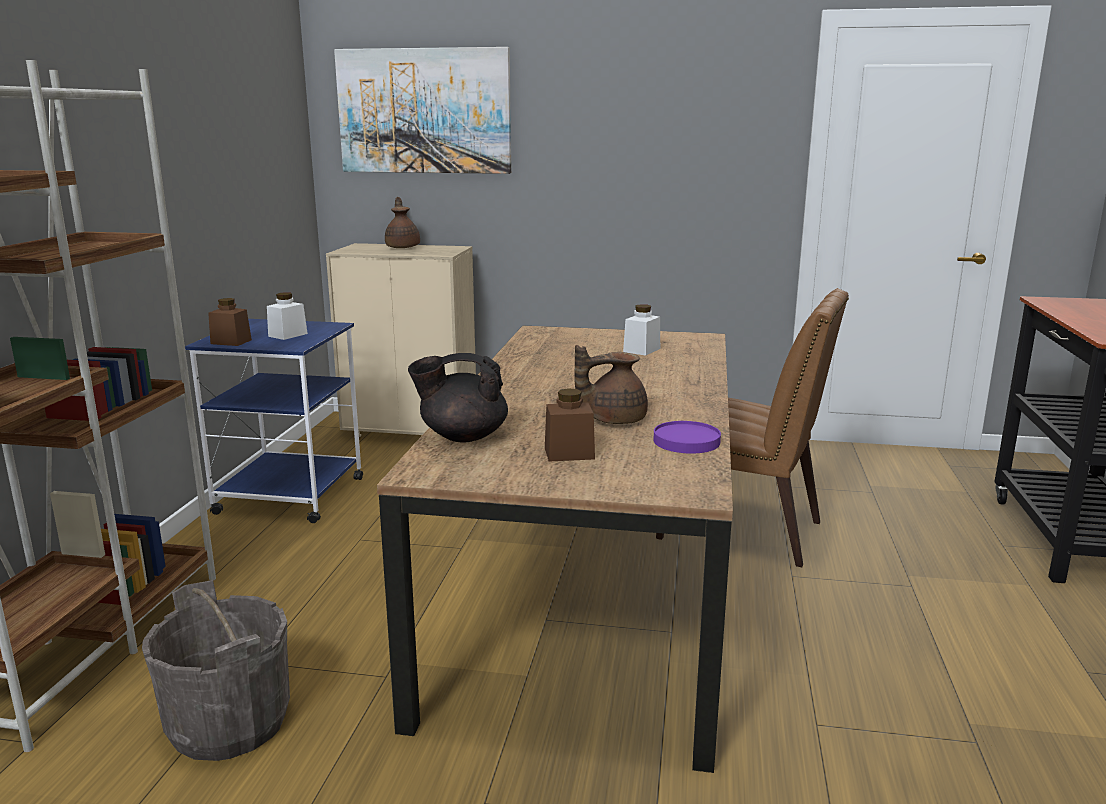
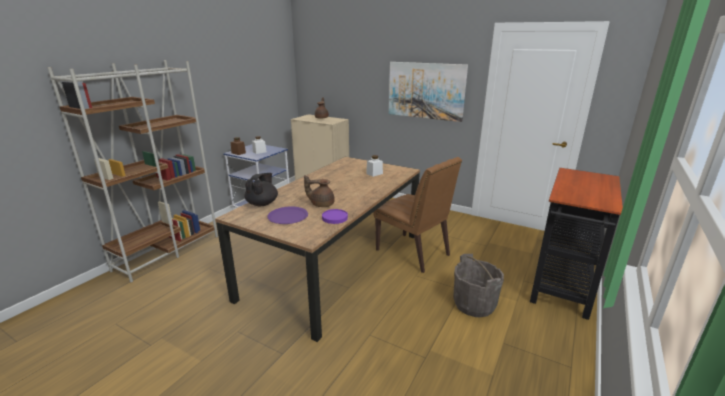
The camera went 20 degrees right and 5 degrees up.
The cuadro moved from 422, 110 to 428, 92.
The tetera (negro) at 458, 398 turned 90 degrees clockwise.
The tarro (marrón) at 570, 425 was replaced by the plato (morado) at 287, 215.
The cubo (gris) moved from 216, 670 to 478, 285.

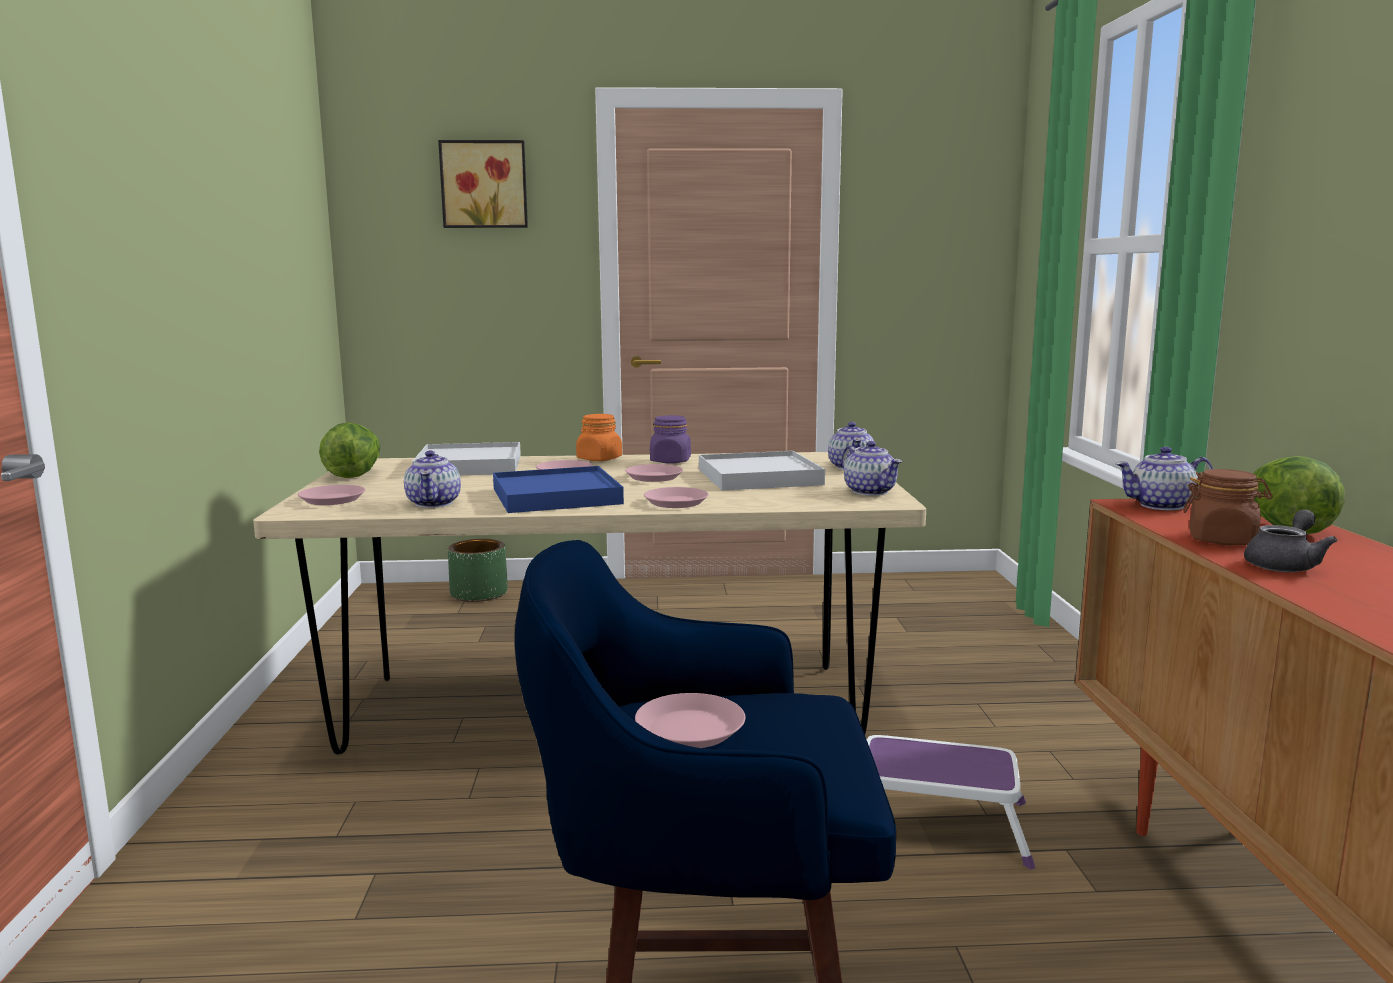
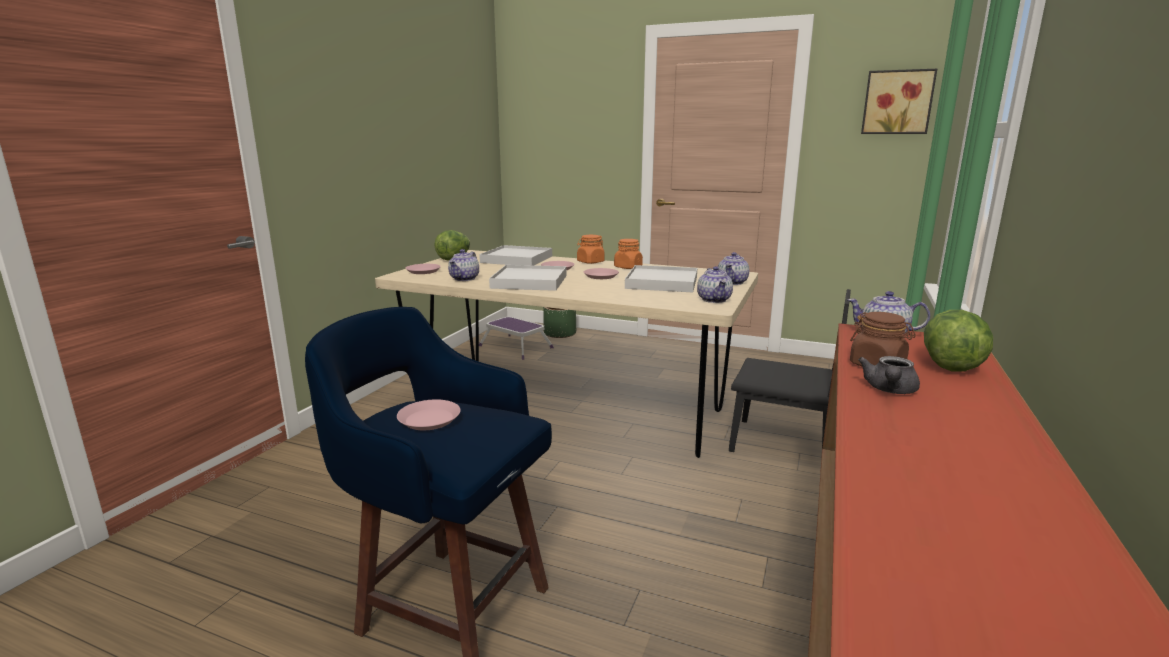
The camera went 25 degrees right and 5 degrees up.
The cuadro moved from 483, 184 to 899, 101.
The tarro (morado) at 670, 439 became the tarro (naranja) at 628, 254.
The bandeja (azul) at 558, 489 became the bandeja (blanco) at 528, 278.
The plato (rosa) at 676, 497 disappeared.
The tetera (gris) at 1290, 540 turned 135 degrees clockwise.
The escalera de tijera (morado) moved from 951, 802 to 516, 338.
The silla (negro) at 790, 370 appeared.

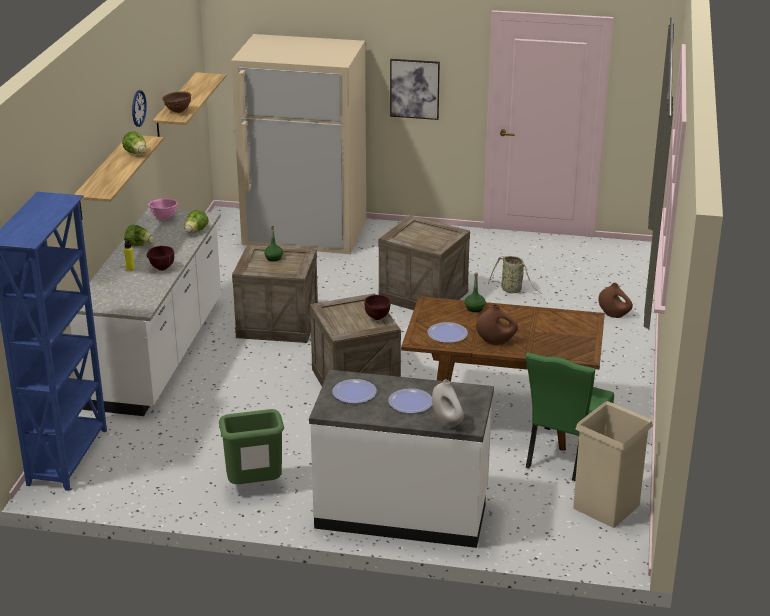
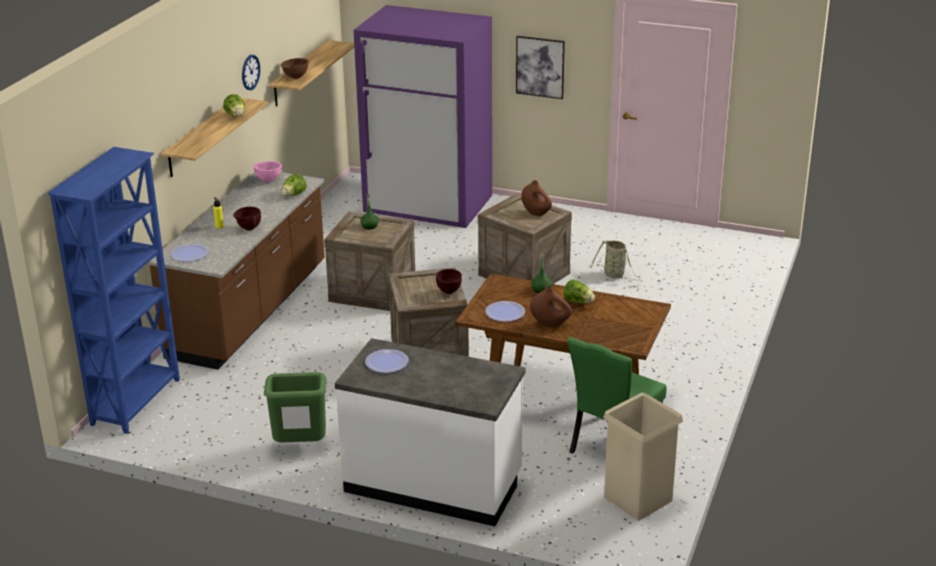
The camera went 10 degrees right and 0 degrees up.
The nevera (beis) at 298, 144 became the nevera (morado) at 423, 116.
The mueble bajo de cocina (blanco) at 145, 312 became the mueble bajo de cocina (marrón) at 237, 271.
The lechuga moved from 139, 235 to 579, 292.
The florero (marrón) moved from 615, 300 to 536, 198.
The florero (blanco) at 448, 403 disappeared.
The plato moved from 410, 400 to 189, 253.

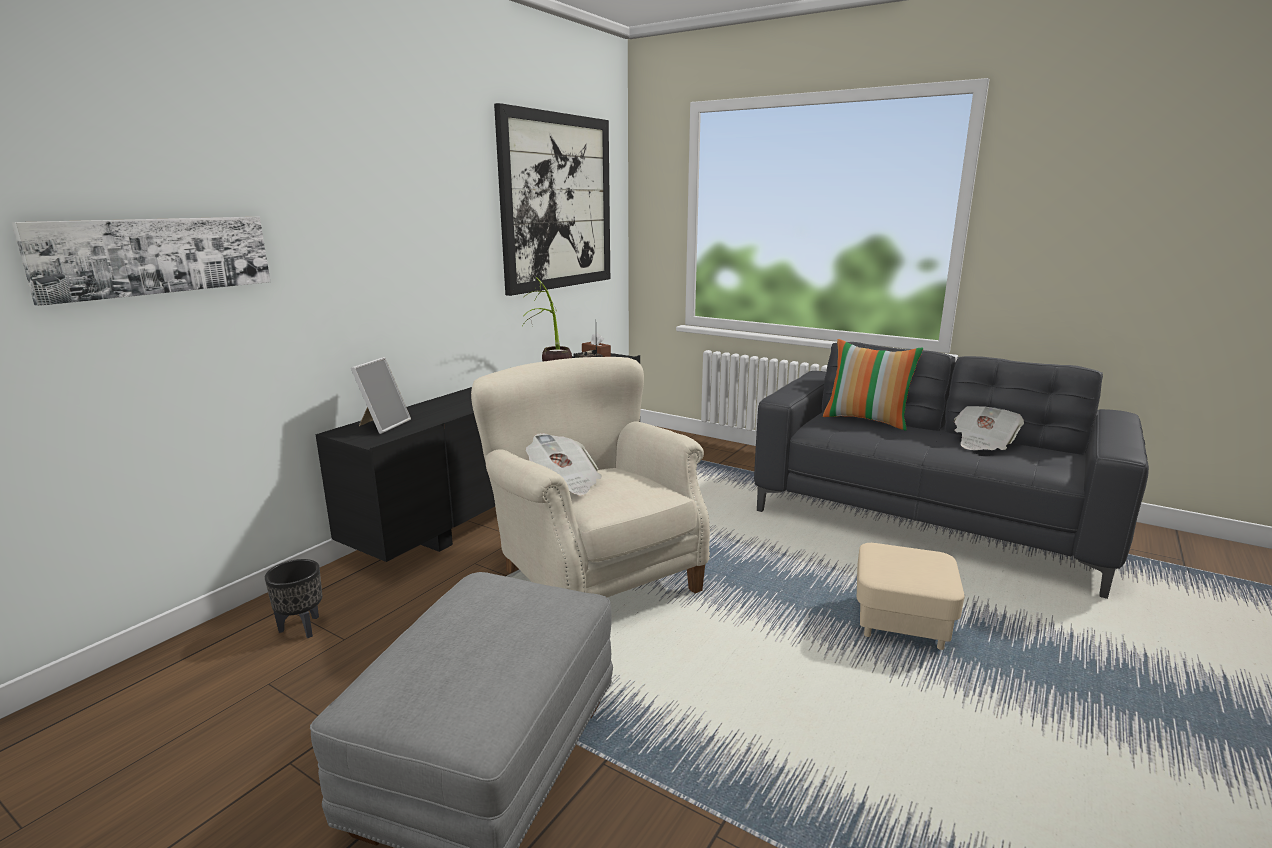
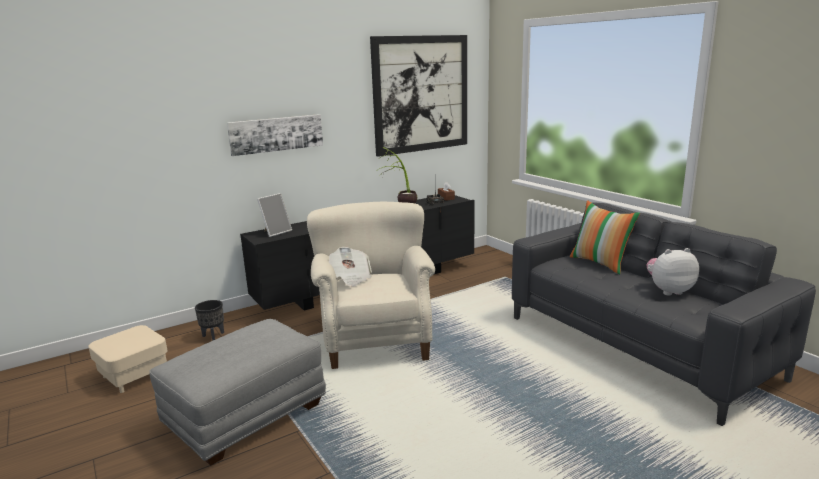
The camera went 25 degrees right and 0 degrees up.
The cuadro moved from 141, 261 to 275, 135.
The periódico at 989, 428 was replaced by the peluche at 673, 271.
The puf (beis) moved from 911, 596 to 127, 359.

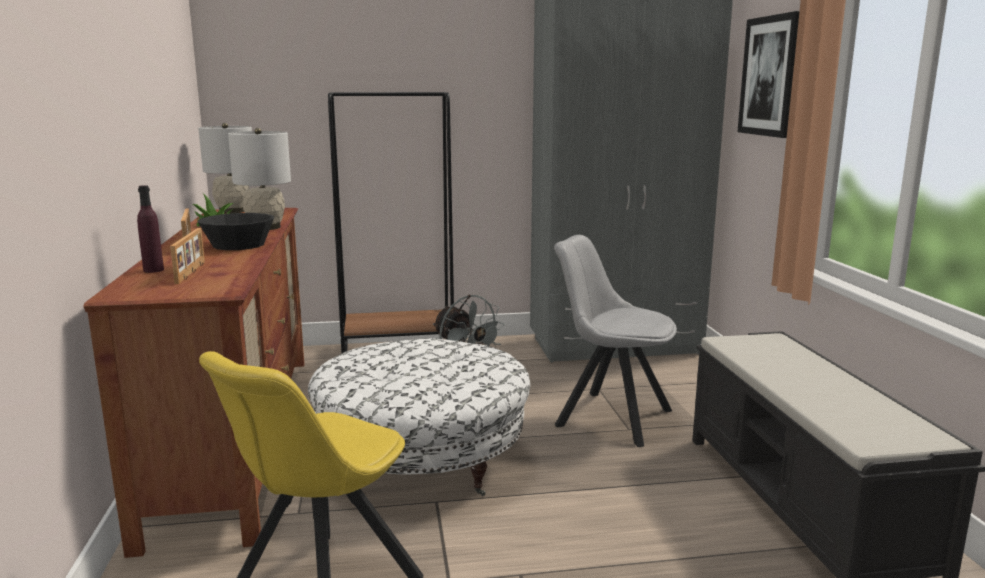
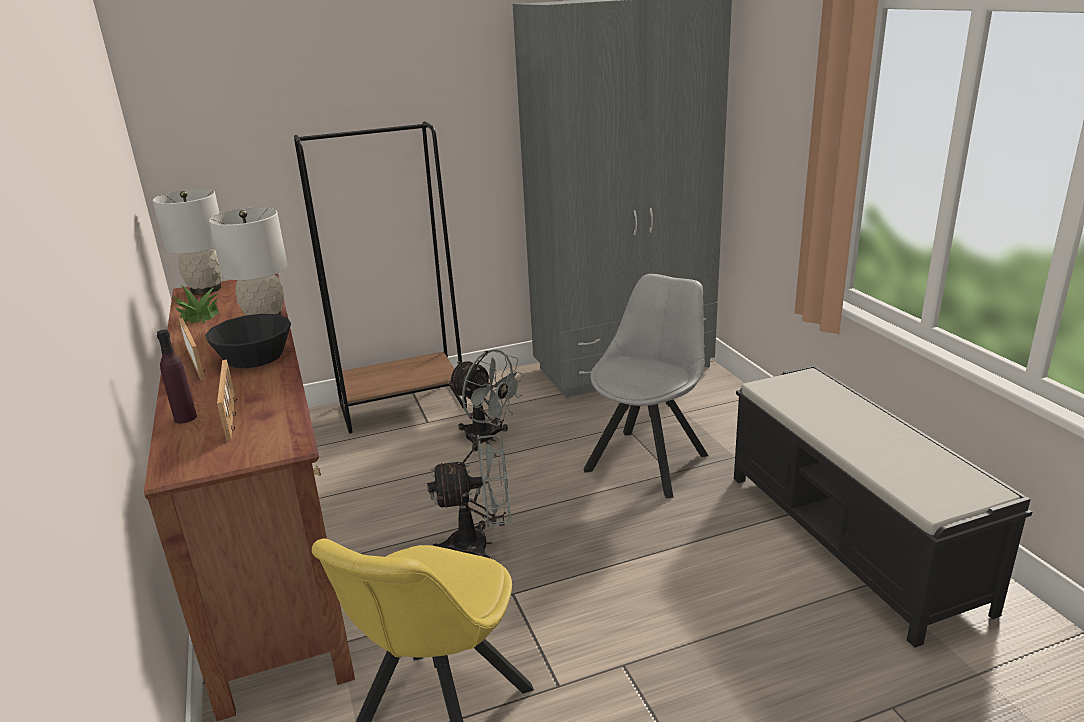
The camera went 10 degrees left and 10 degrees up.
The cuadro at 768, 74 disappeared.
The silla (gris) at 615, 341 turned 105 degrees clockwise.
The puf (blanco) at 419, 417 was replaced by the ventilador (gris) at 469, 496.

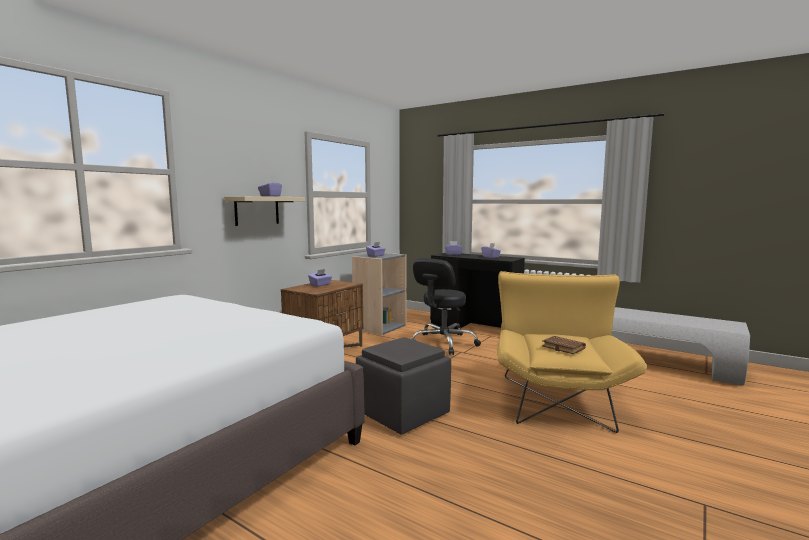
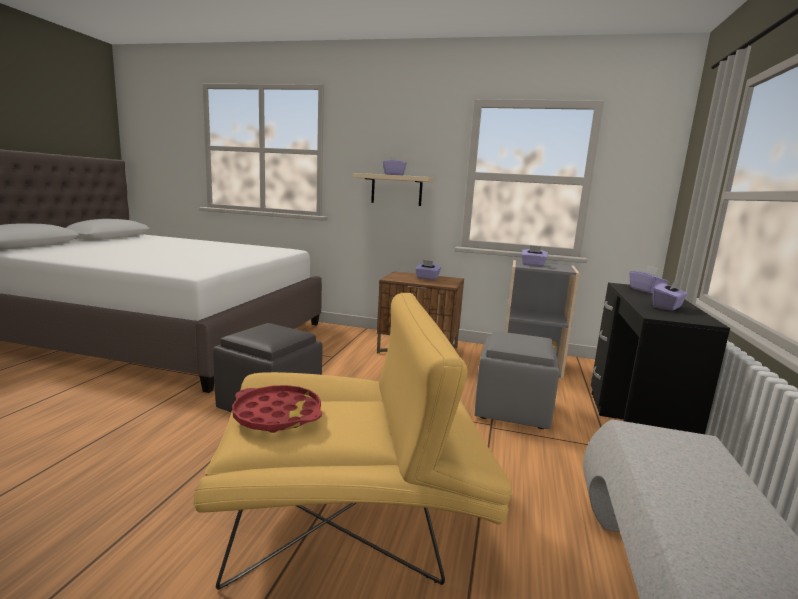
The camera went 70 degrees right and 5 degrees up.
The silla de oficina (negro) at 446, 306 was replaced by the puf (gris) at 517, 380.
The libro (marrón) at 564, 345 was replaced by the bandeja (rojo) at 277, 409.

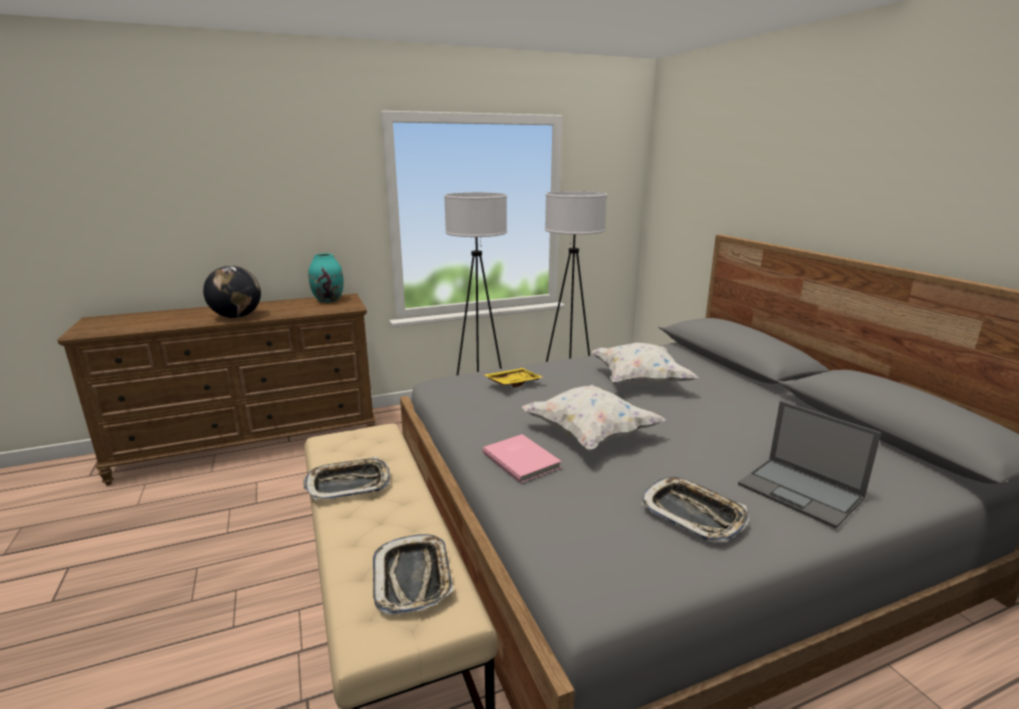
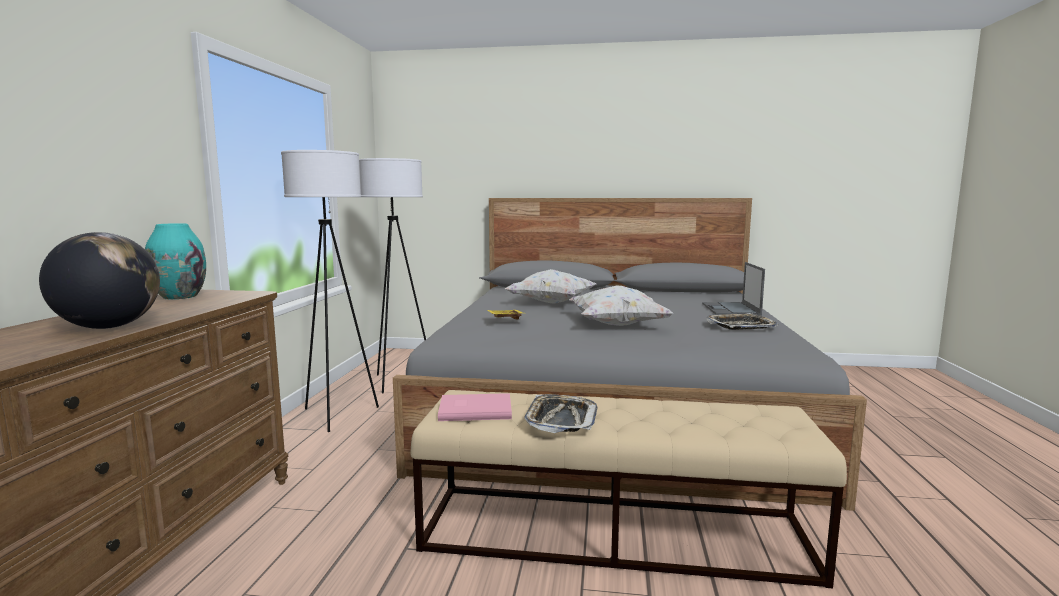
The camera went 60 degrees left and 10 degrees down.
The portátil at 809, 464 turned 105 degrees clockwise.
The libro (rosa) moved from 522, 458 to 475, 407.
The bandeja at 413, 574 disappeared.

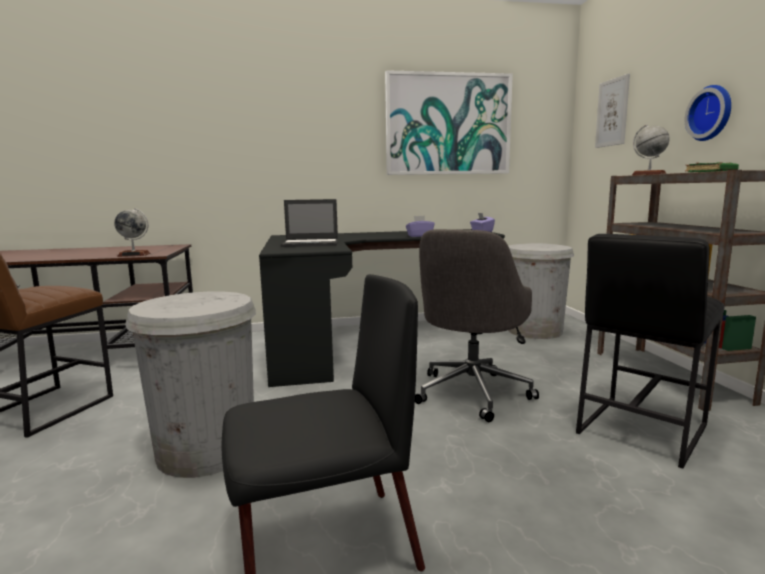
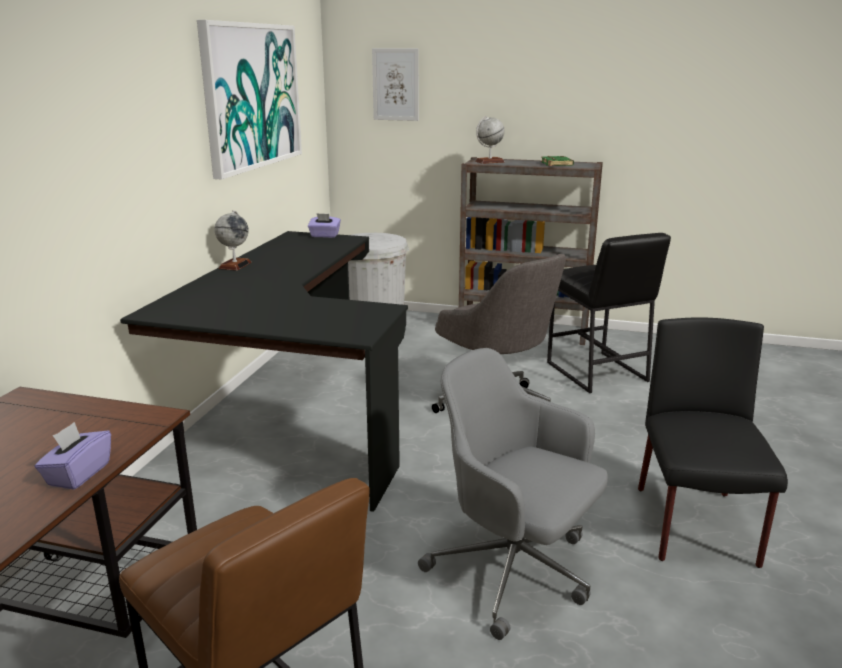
The camera went 65 degrees left and 10 degrees up.
The reloj de pared at 708, 113 disappeared.
The portátil at 309, 223 disappeared.
The globo terráqueo moved from 132, 232 to 233, 240.
The caja de pañuelos (morado) moved from 420, 226 to 73, 456.
The papelera (blanco) at 190, 385 was replaced by the silla de oficina (gris) at 513, 494.

